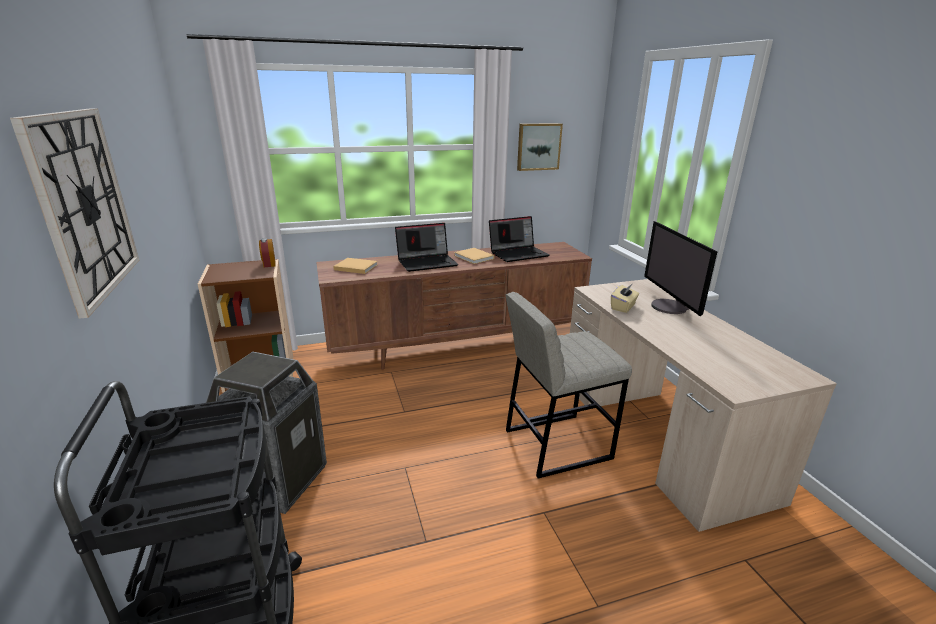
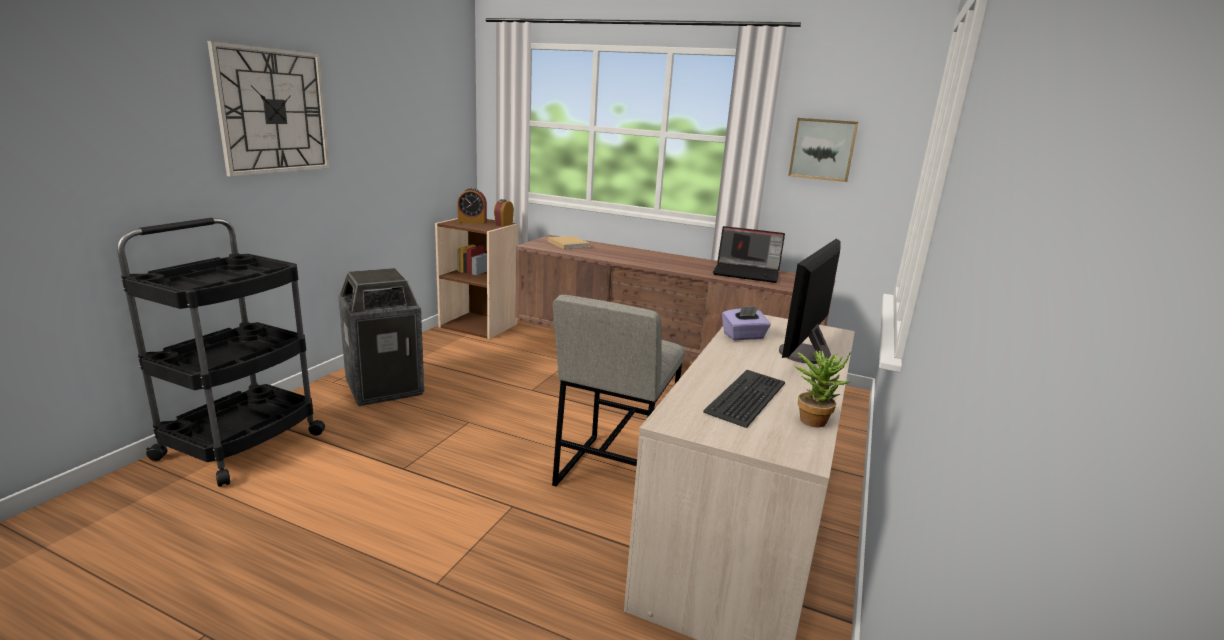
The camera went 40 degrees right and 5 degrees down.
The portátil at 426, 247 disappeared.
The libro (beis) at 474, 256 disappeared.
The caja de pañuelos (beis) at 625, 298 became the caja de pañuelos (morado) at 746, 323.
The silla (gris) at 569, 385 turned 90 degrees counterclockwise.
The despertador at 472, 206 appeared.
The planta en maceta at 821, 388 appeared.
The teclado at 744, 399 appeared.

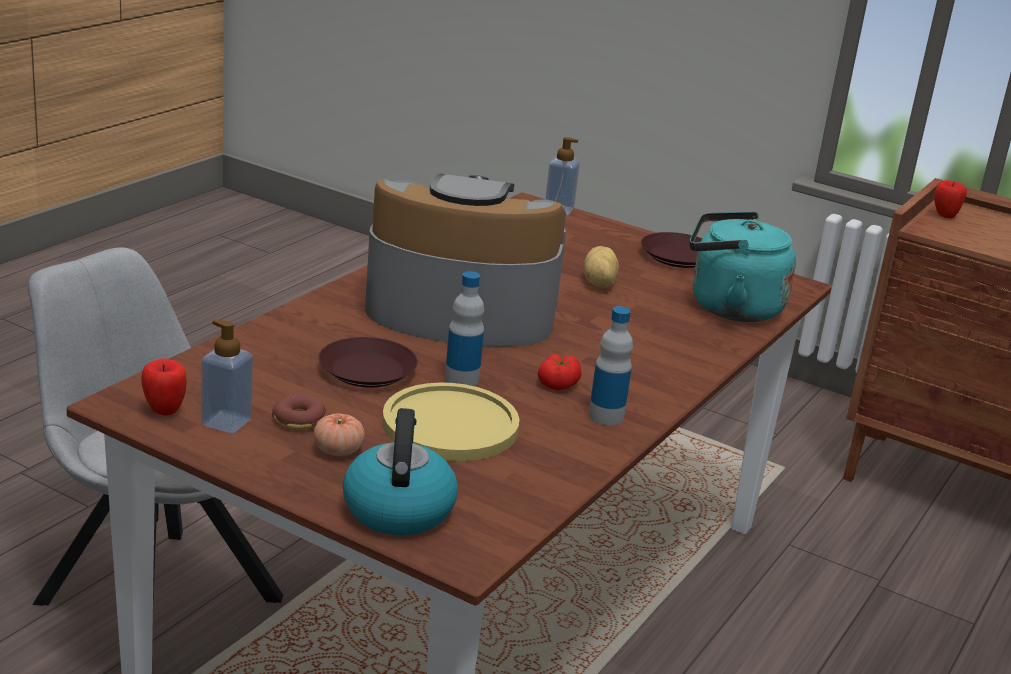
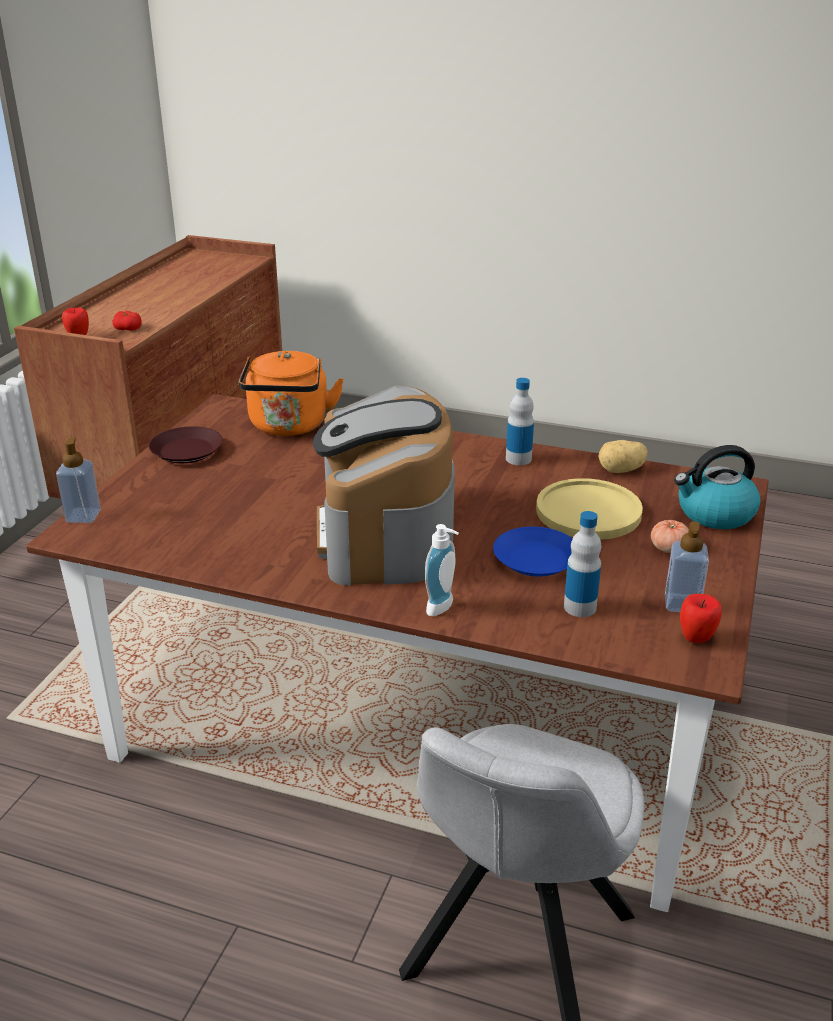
The camera went 100 degrees left and 5 degrees up.
The hervidor (turquesa) at 743, 267 became the hervidor (naranja) at 291, 393.
The patata moved from 601, 267 to 622, 456.
The botella moved from 464, 328 to 582, 564.
The plato (marrón) at 368, 362 became the plato (azul) at 532, 552.
The tomate moved from 560, 372 to 127, 321.
The rosquilla at 299, 412 disappeared.
The dispensador de jabón at 442, 570 appeared.

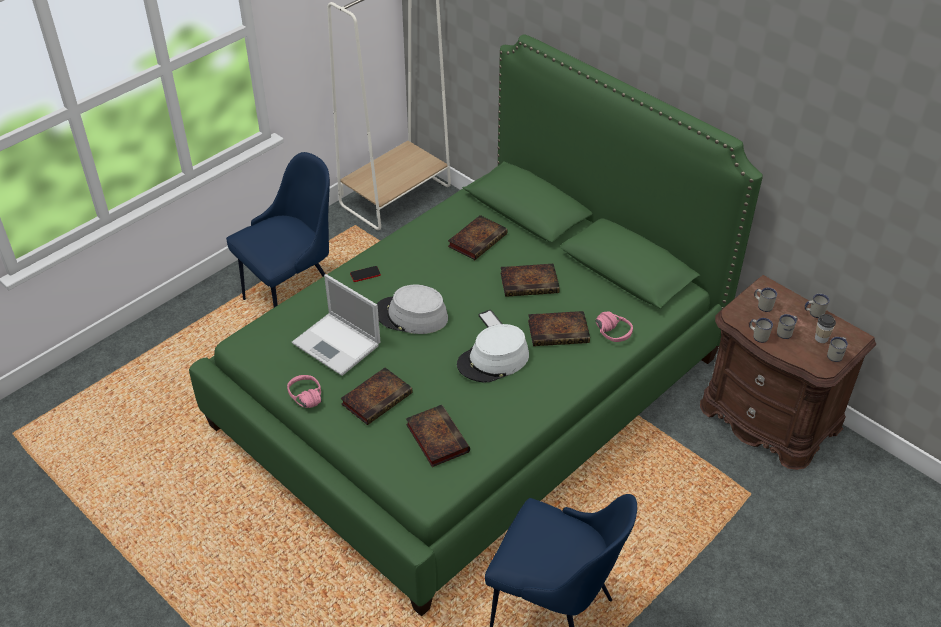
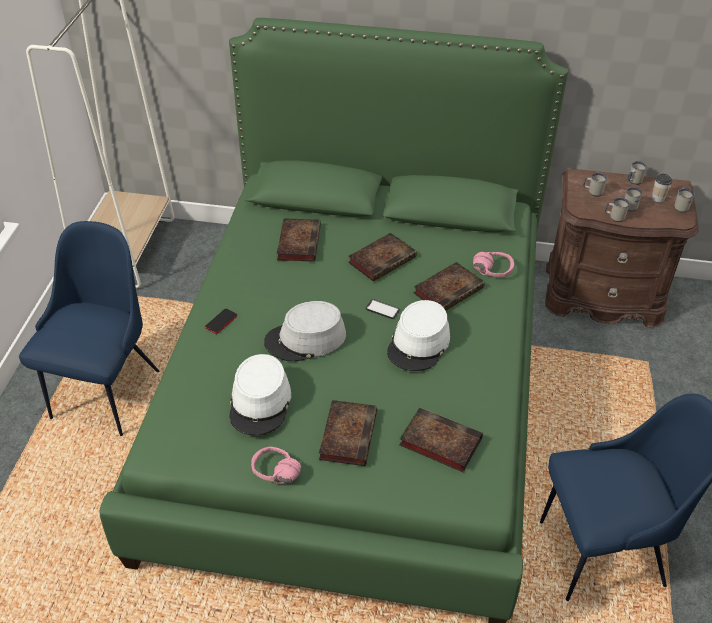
The camera went 35 degrees left and 0 degrees up.
The portátil at 336, 325 was replaced by the sombrero (blanco) at 260, 394.

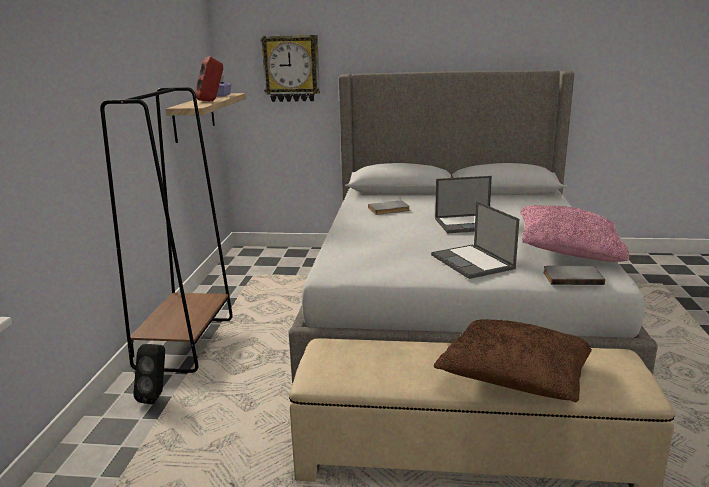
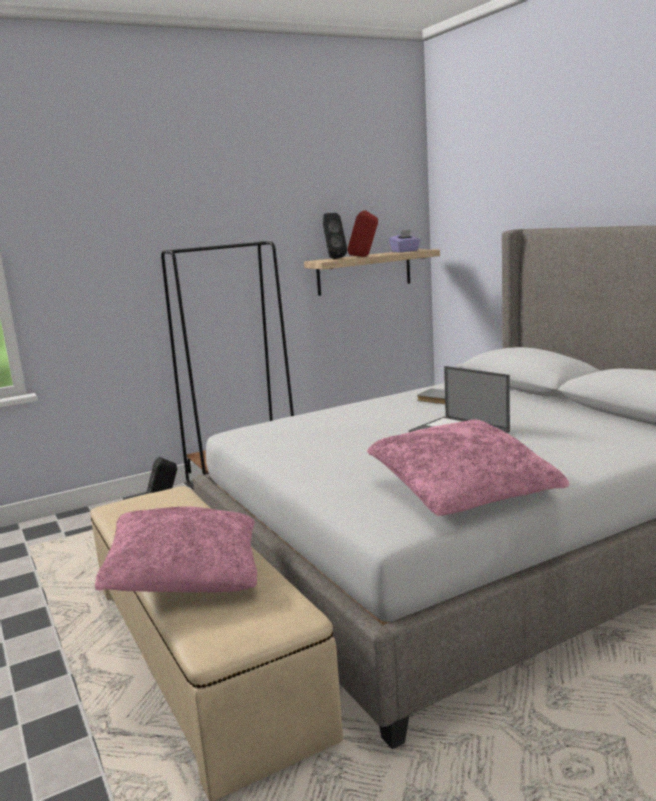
The camera went 55 degrees right and 5 degrees down.
The reloj de pared at 290, 68 disappeared.
The portátil at 475, 240 disappeared.
The libro (gris) at 574, 275 disappeared.
The cojín (marrón) at 512, 361 became the cojín (rosa) at 176, 549.
The altavoz (negro) at 335, 236 appeared.

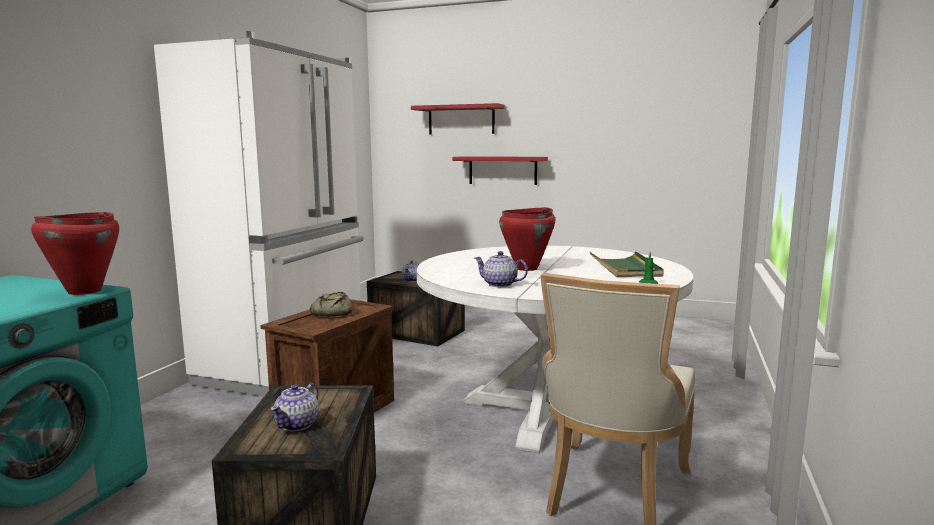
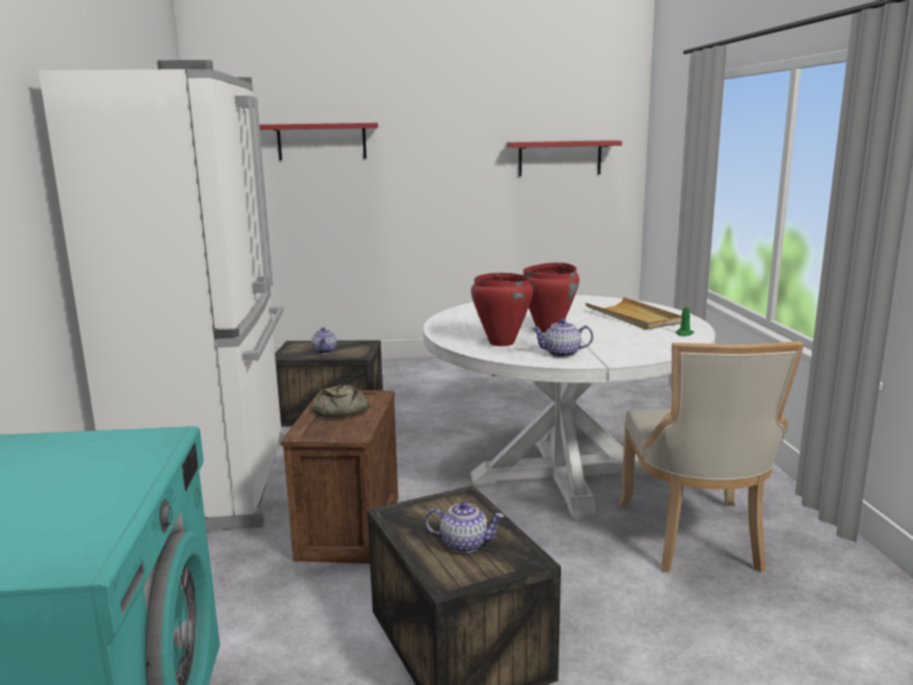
The camera went 25 degrees left and 5 degrees up.
The estante (rojo) moved from 500, 171 to 564, 158.
The olla (rojo) moved from 75, 253 to 502, 309.
The bandeja (verde) at 627, 264 became the bandeja (beis) at 633, 313.
The tetera at 295, 407 turned 75 degrees counterclockwise.

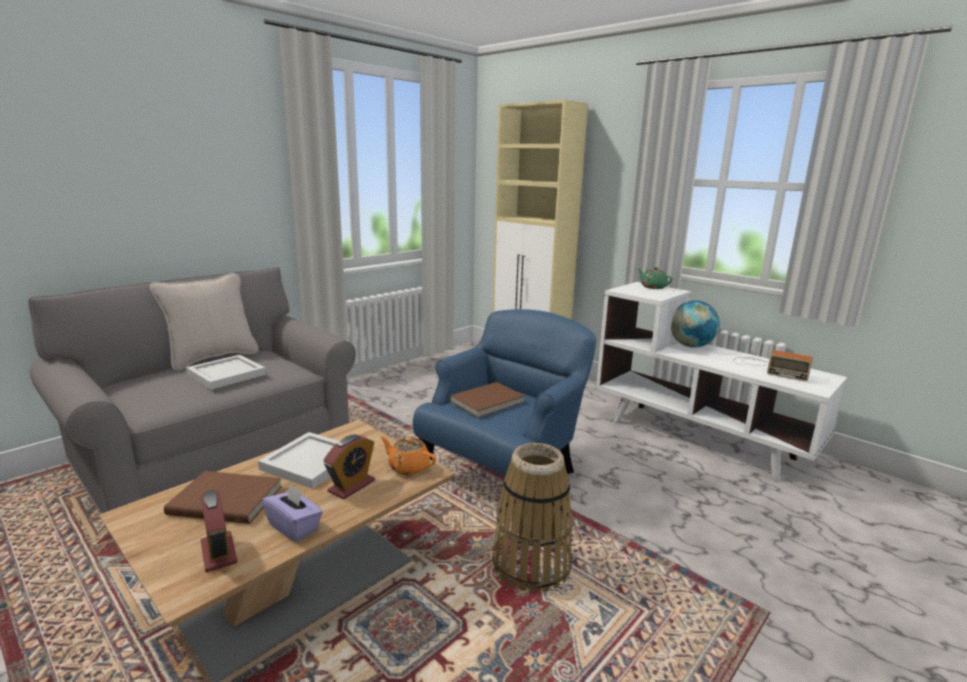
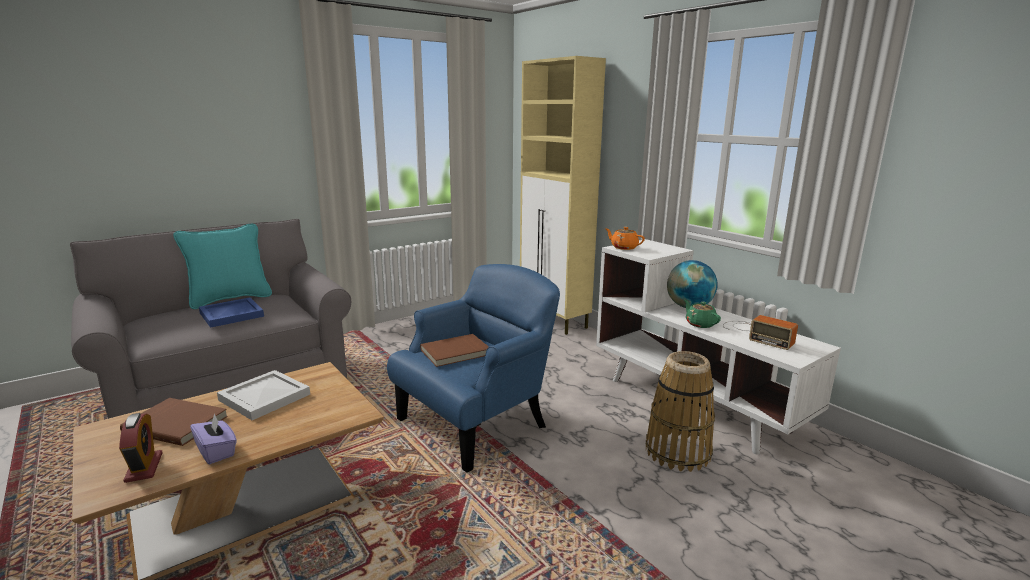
The camera went 10 degrees right and 0 degrees up.
The tetera (verde) moved from 654, 278 to 702, 313.
The cojín (beis) at 204, 322 became the cojín (turquesa) at 222, 266.
The bandeja (blanco) at 226, 372 became the bandeja (azul) at 231, 313.
The despertador at 349, 467 disappeared.
The tetera (naranja) moved from 408, 455 to 625, 238.
The cesta moved from 532, 518 to 680, 411.

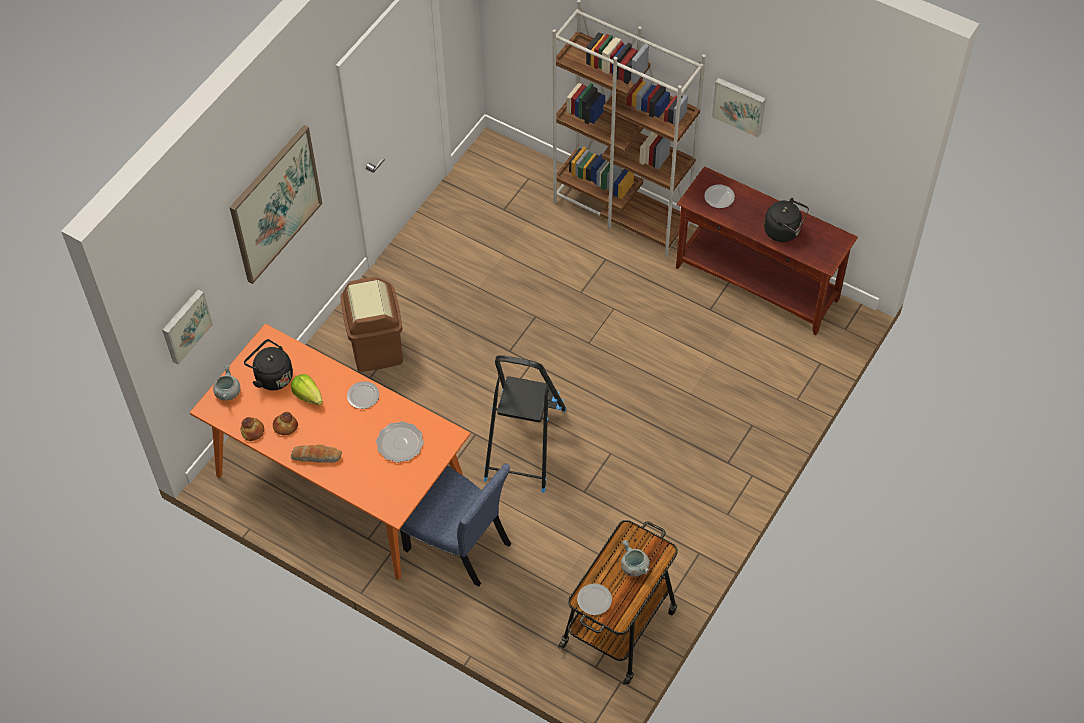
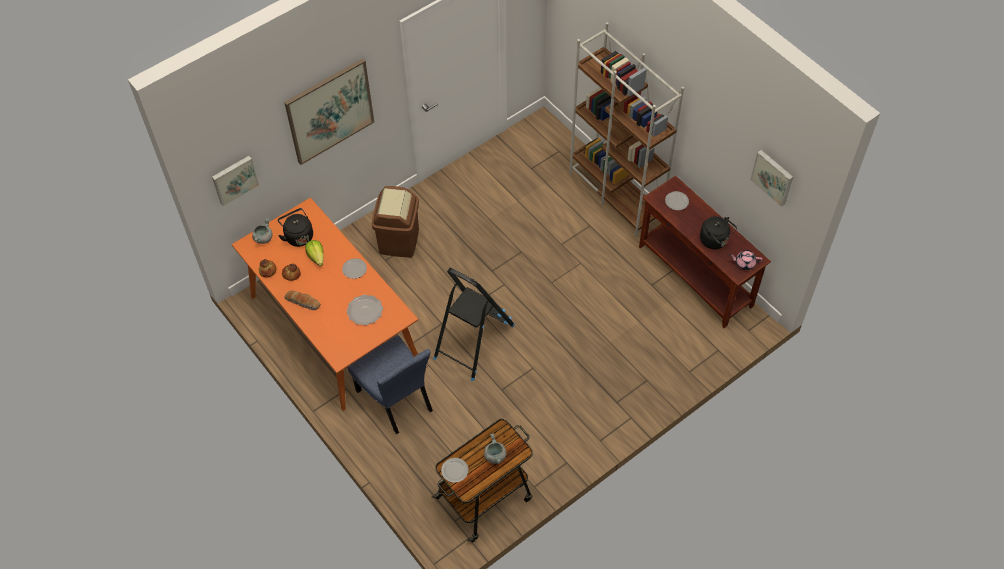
The camera went 20 degrees right and 0 degrees up.
The cuadro moved from 739, 108 to 771, 178.
The tetera (rosa) at 746, 260 appeared.

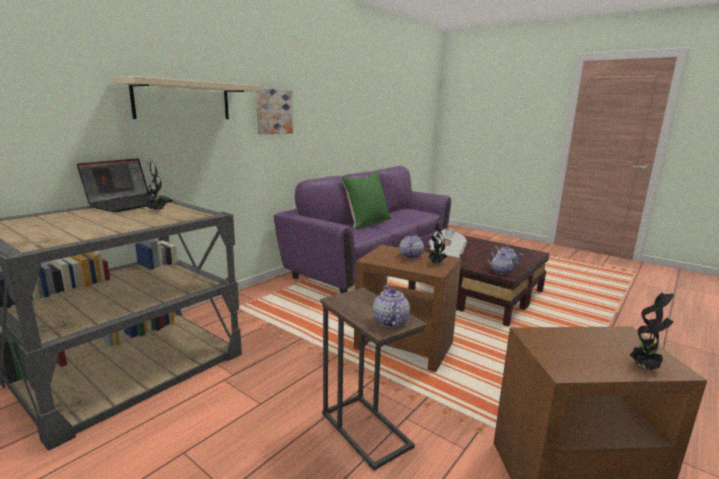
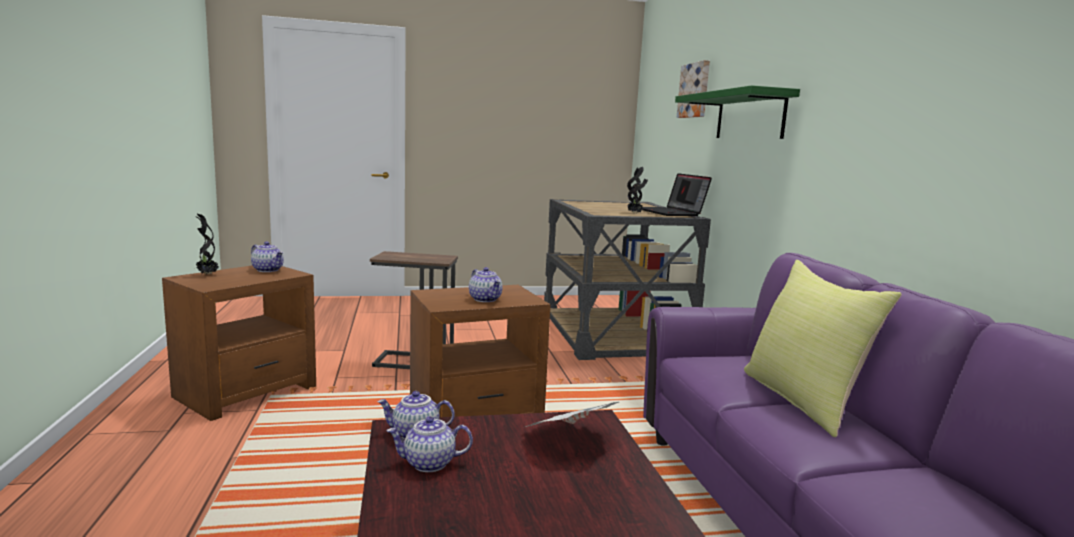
The camera went 130 degrees right and 5 degrees down.
The estante (beis) at 186, 97 became the estante (verde) at 737, 112.
The cuadro moved from 274, 111 to 693, 89.
The cojín (verde) at 366, 200 became the cojín (amarillo) at 823, 348.
The planta en maceta at 437, 240 disappeared.
The tetera moved from 391, 306 to 267, 256.

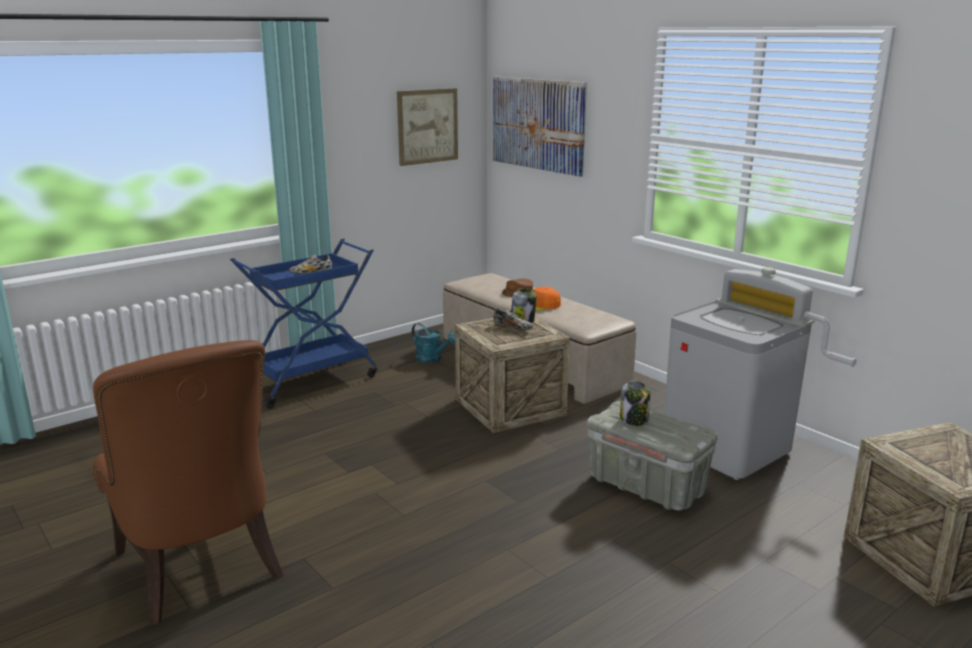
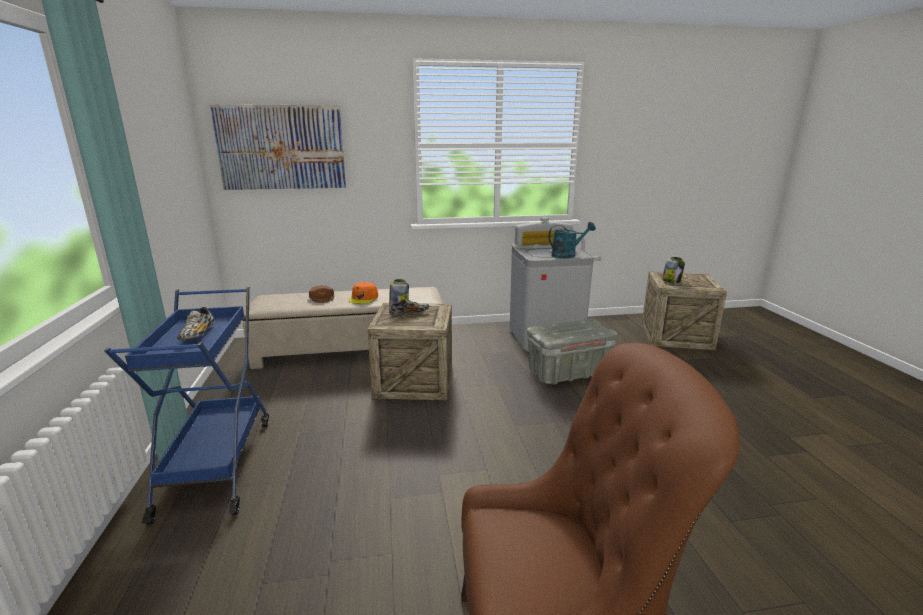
The camera went 60 degrees left and 0 degrees up.
The cuadro at 427, 127 disappeared.
The regadera (turquesa) moved from 433, 343 to 572, 240.
The tarro moved from 635, 403 to 673, 270.

